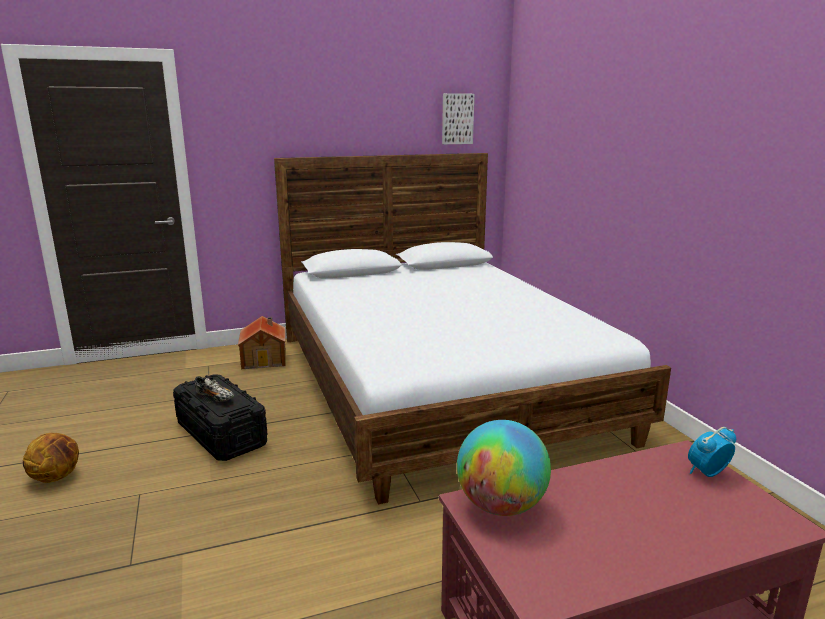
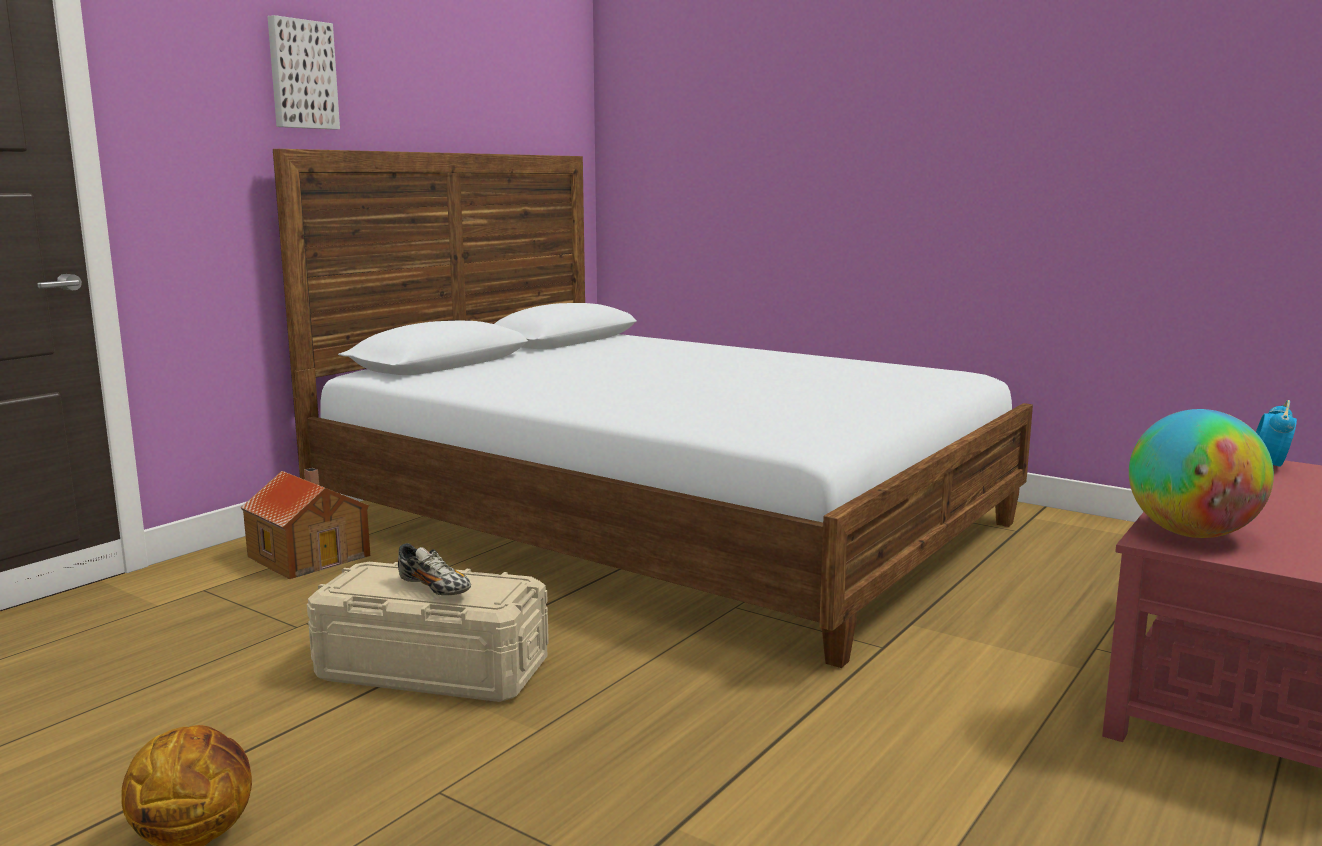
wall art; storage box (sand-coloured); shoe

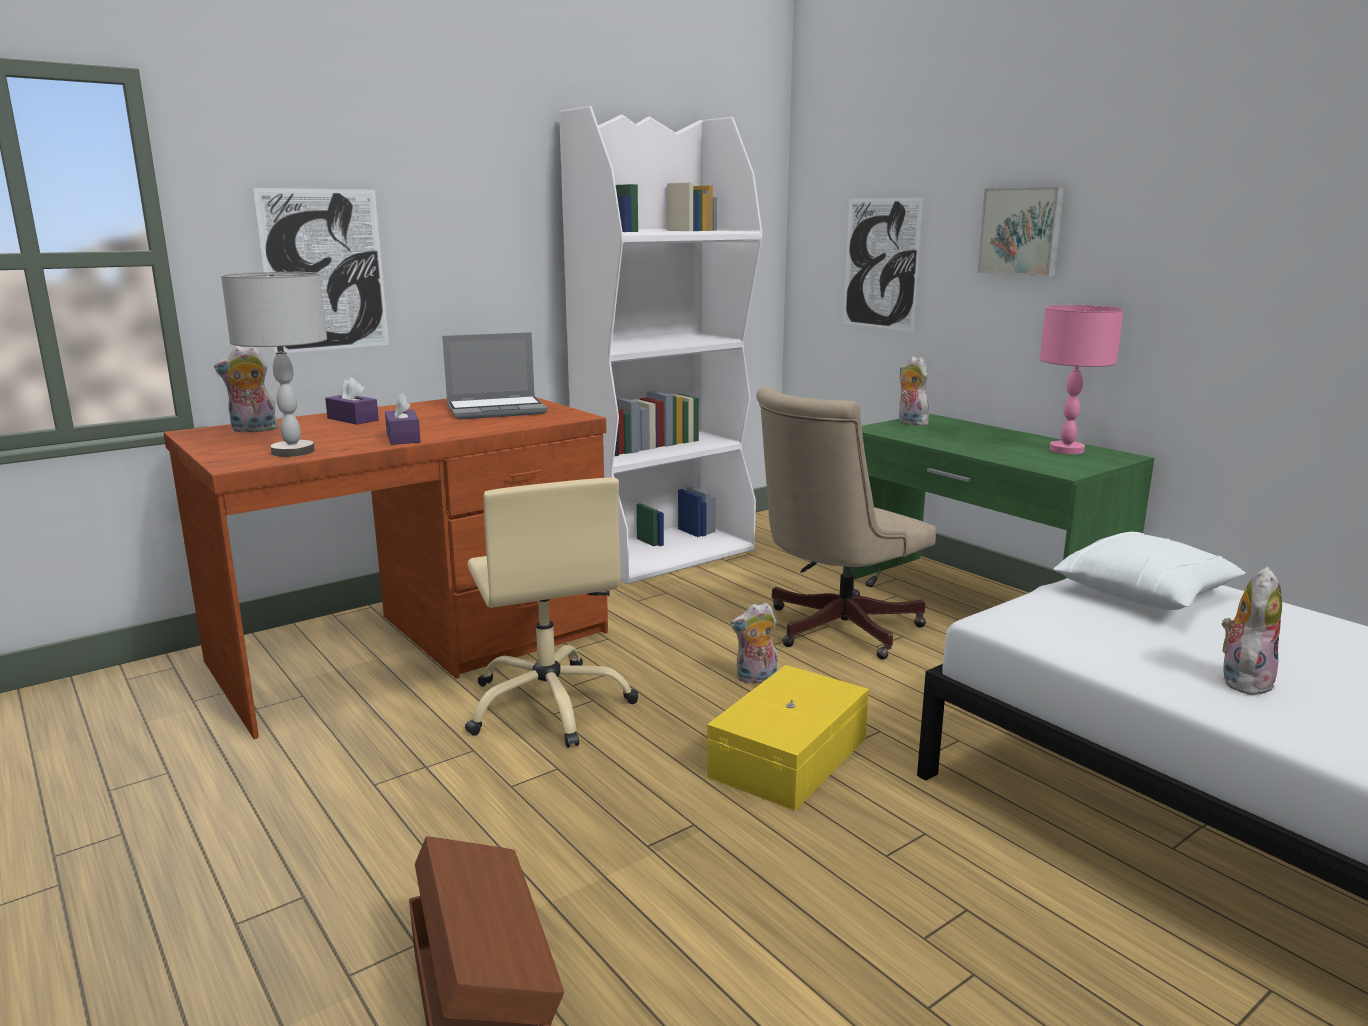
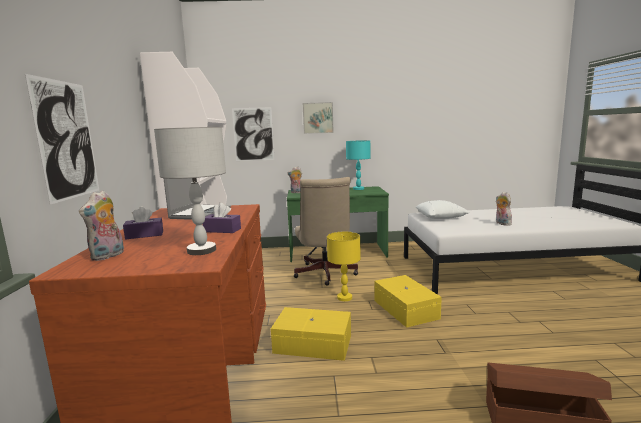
storage box (yellow-coloured) (no. 1 from left); lamp for a table (yellow-coloured); lamp for a table (blue-green)

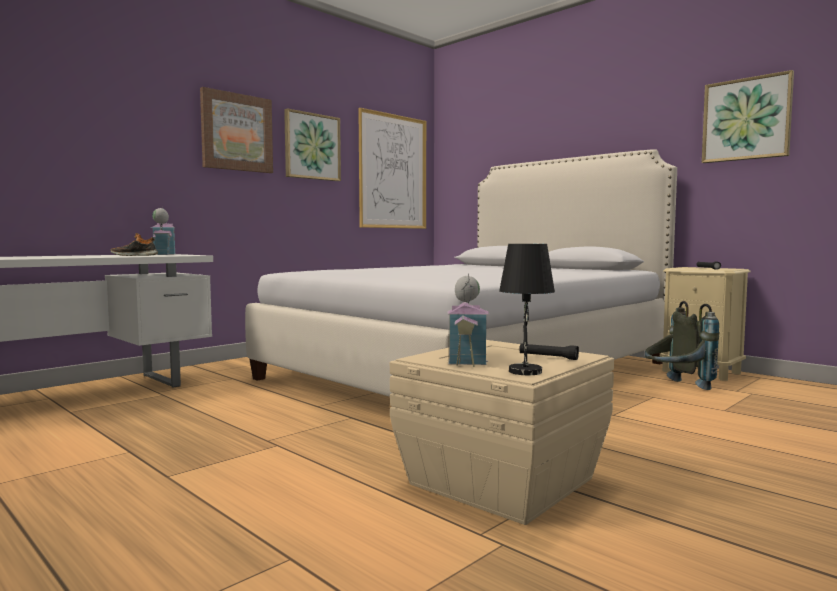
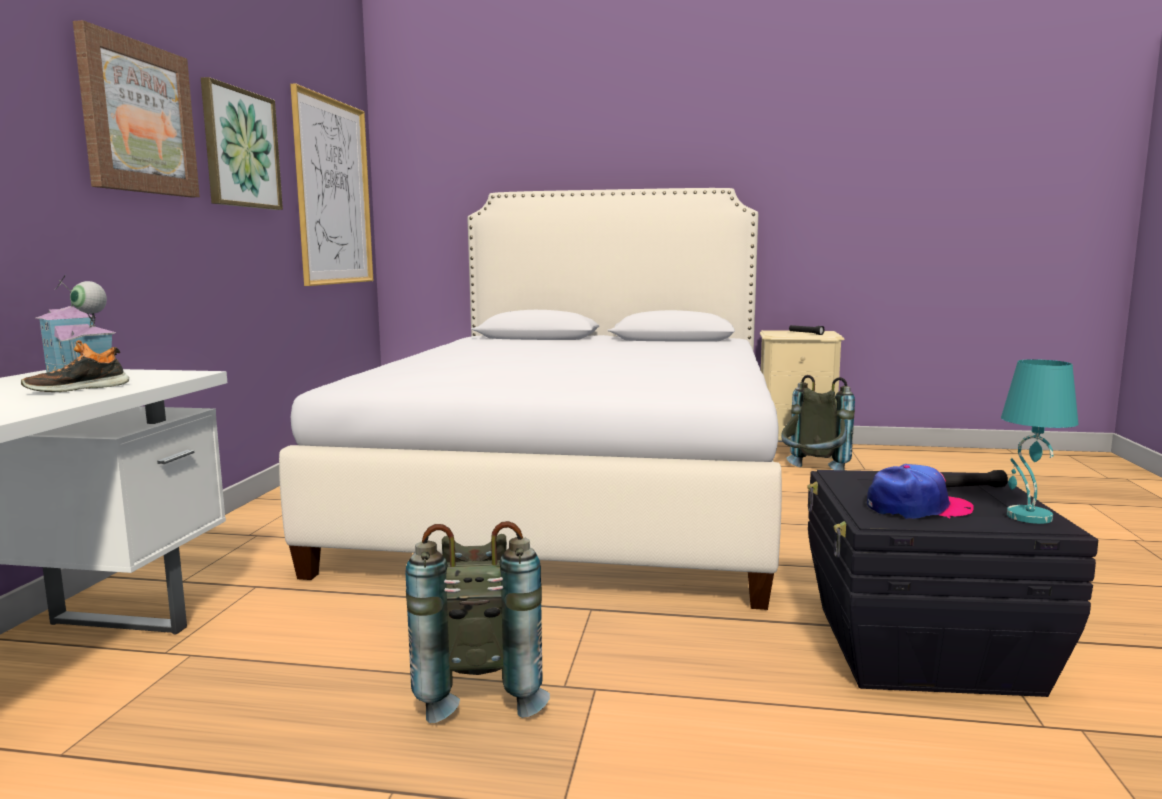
backpack (grey) (no. 1 from left); storage box (blackish); cap; lamp for a table (blue-green); wall art (no. 4 from left in the first image)

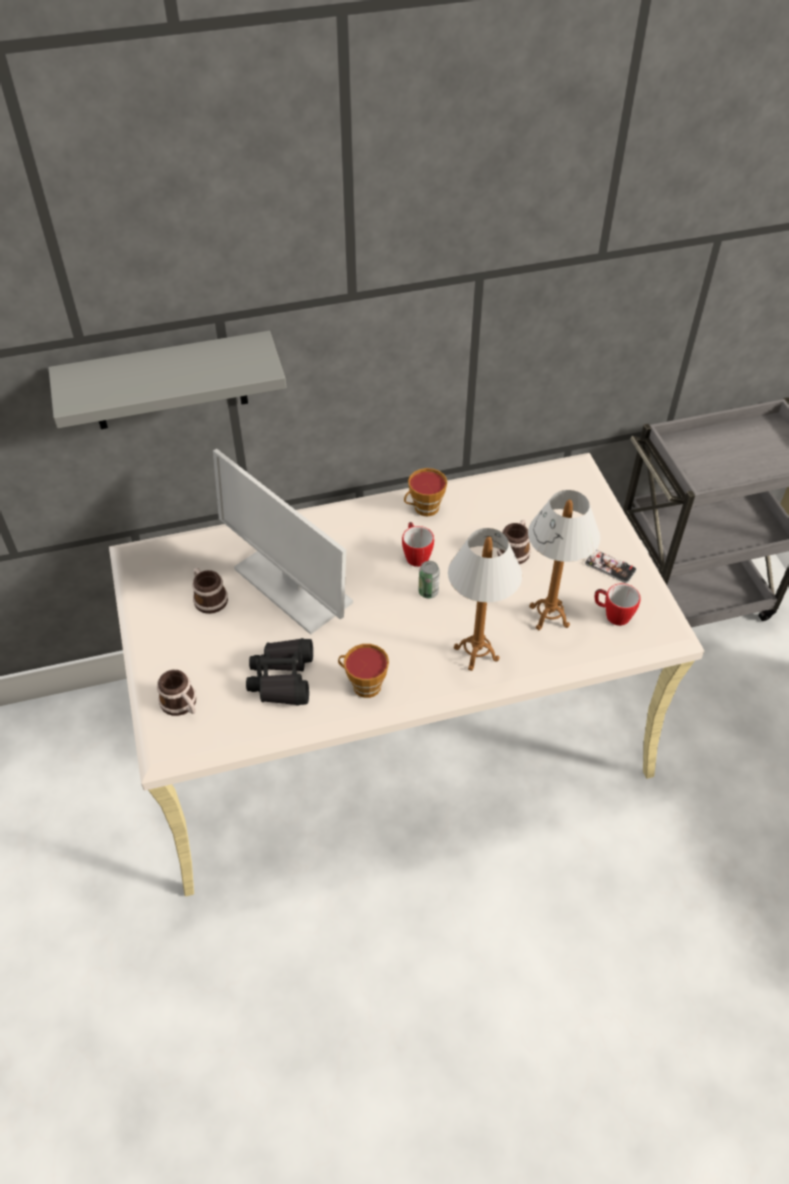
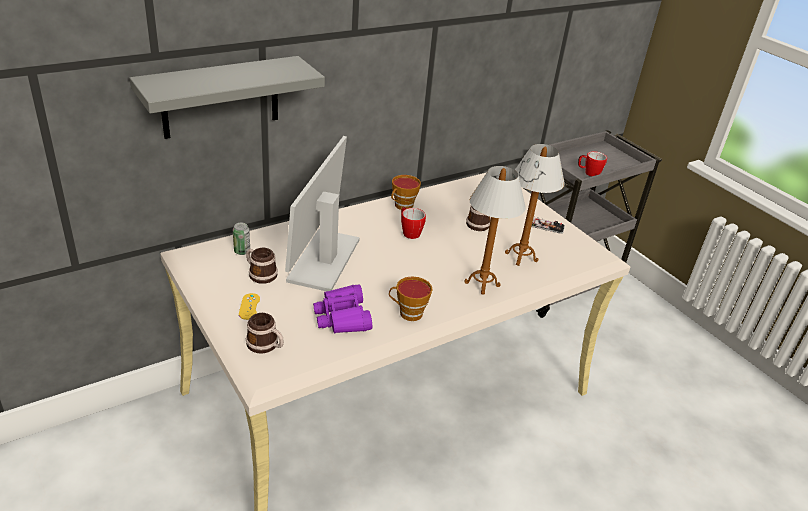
can; gamepad (yellow-coloured); computer display; pair of binoculars (purplish); tea mug (no. 5 from left)

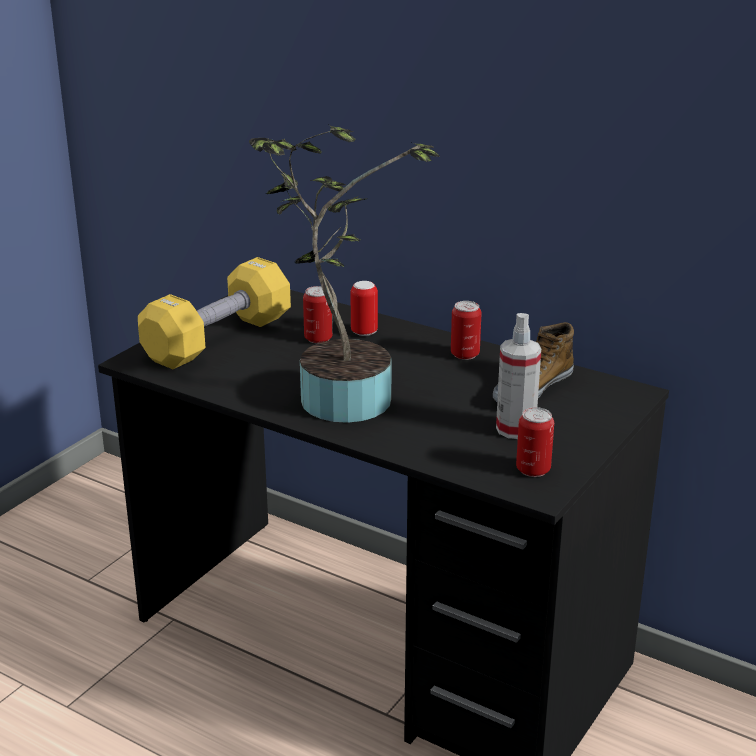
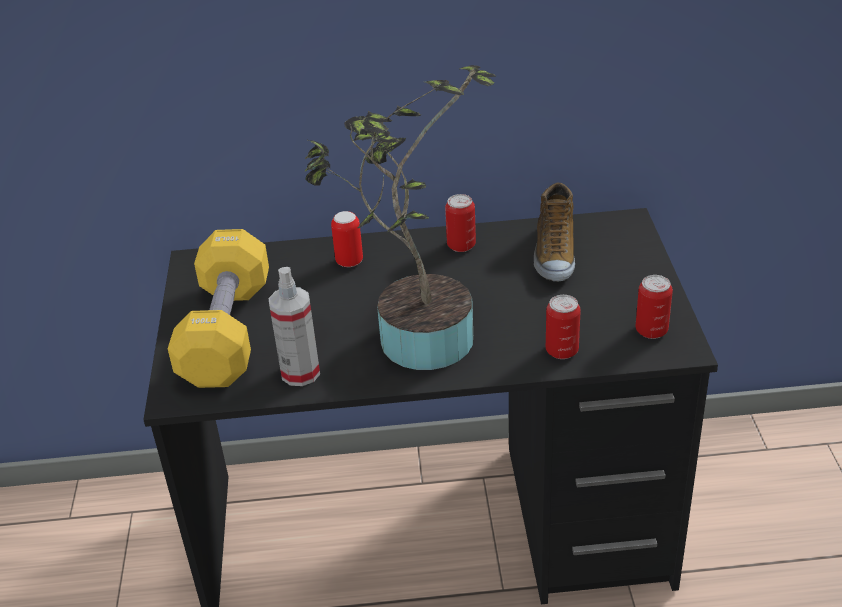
hand sprayer; can (no. 3 from left)

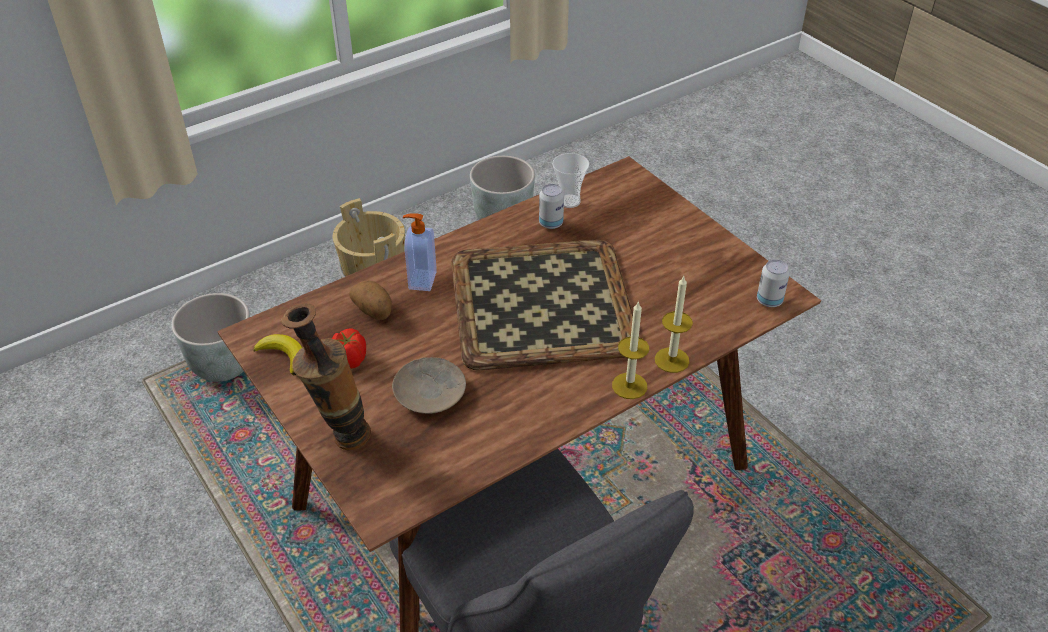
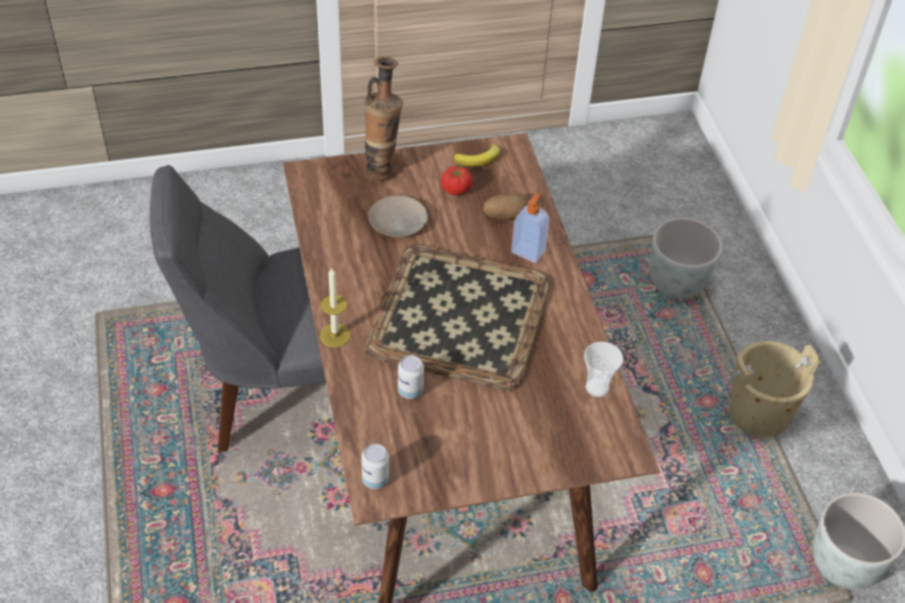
can (no. 2 from left); candle (no. 2 from left in the first image)

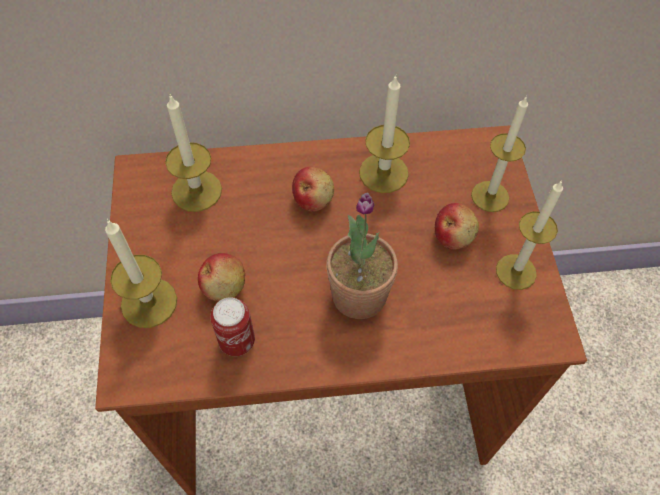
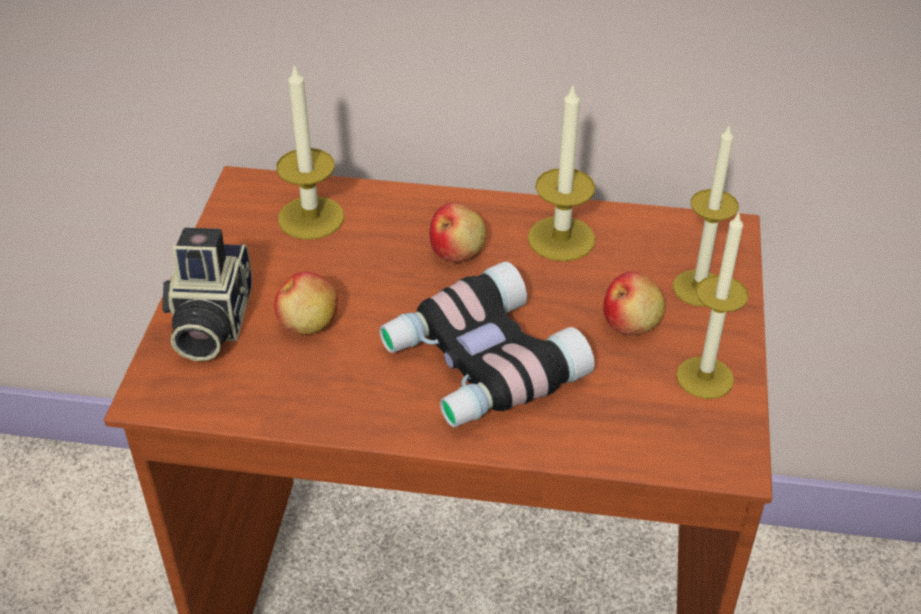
still camera; pair of binoculars; can

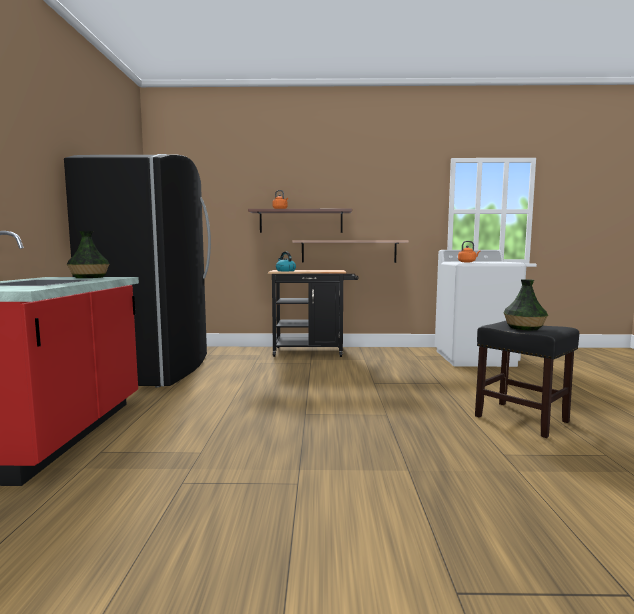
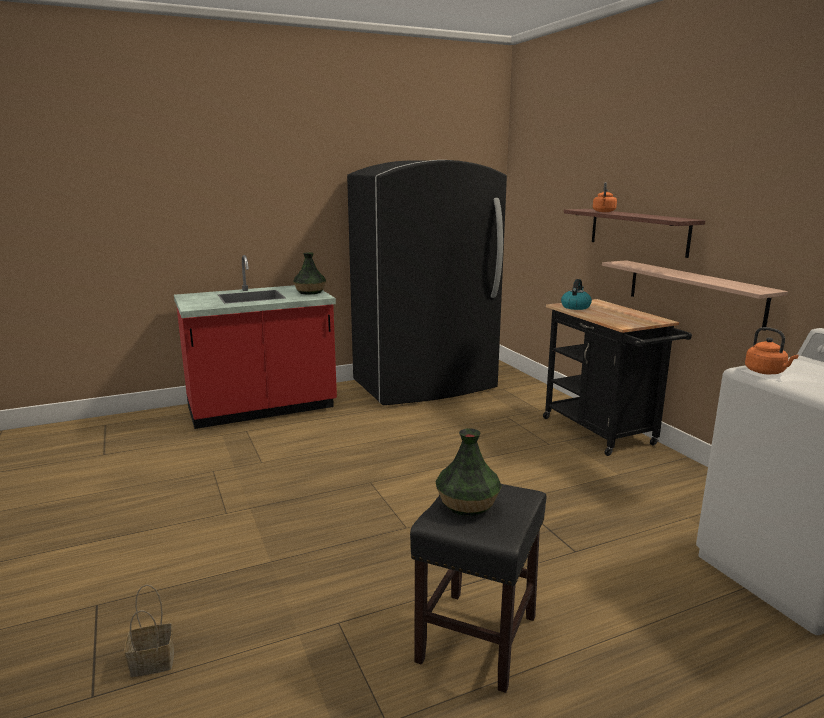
household basket

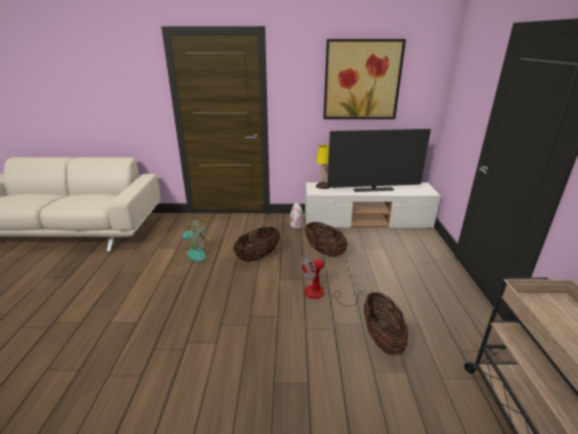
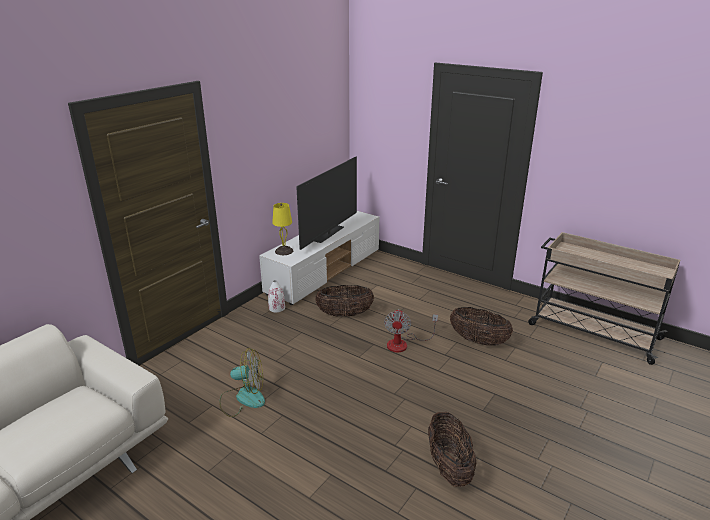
fan (no. 1 from left); household basket (no. 2 from left); wall art

